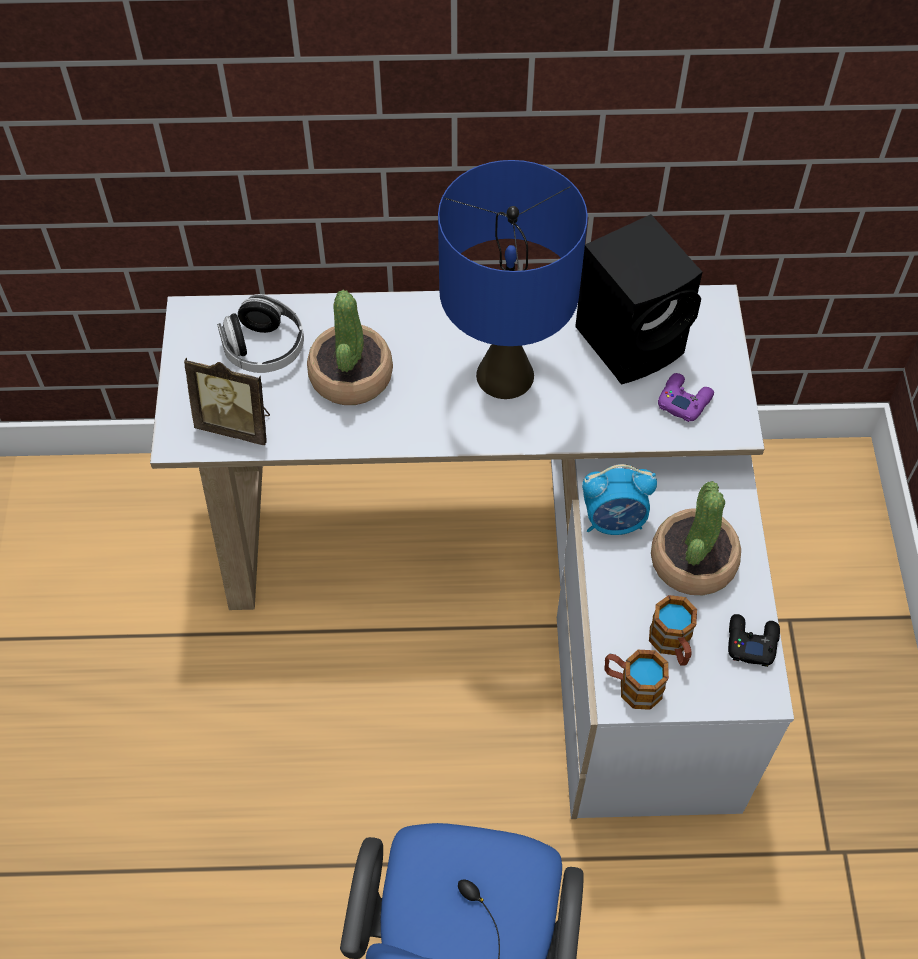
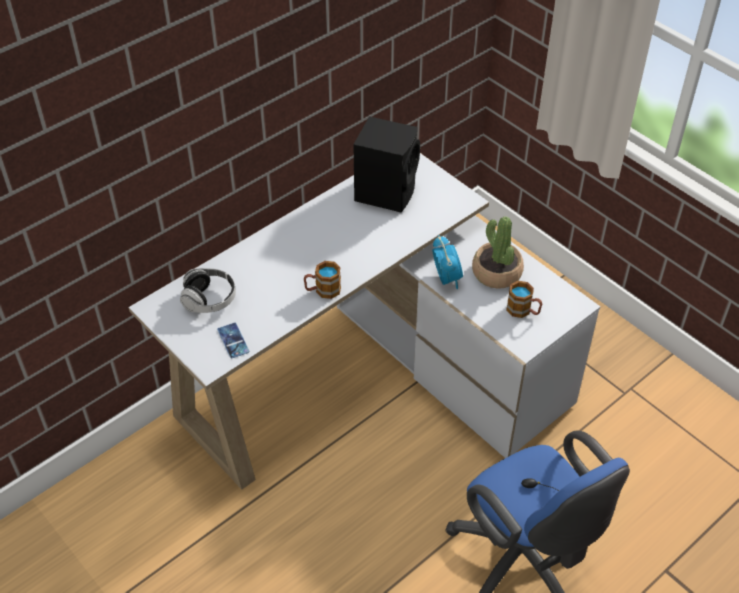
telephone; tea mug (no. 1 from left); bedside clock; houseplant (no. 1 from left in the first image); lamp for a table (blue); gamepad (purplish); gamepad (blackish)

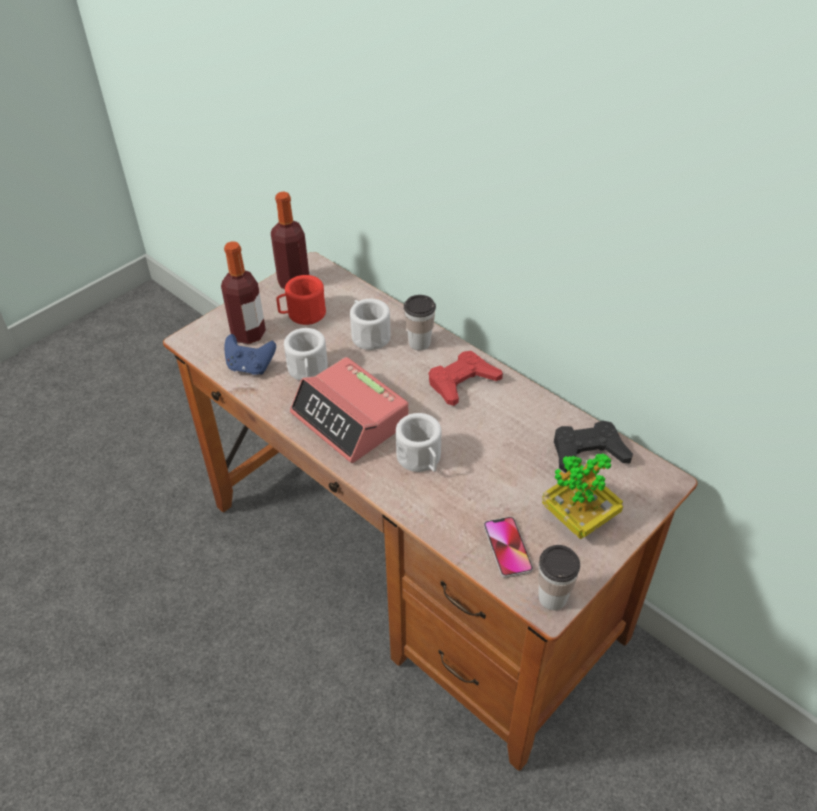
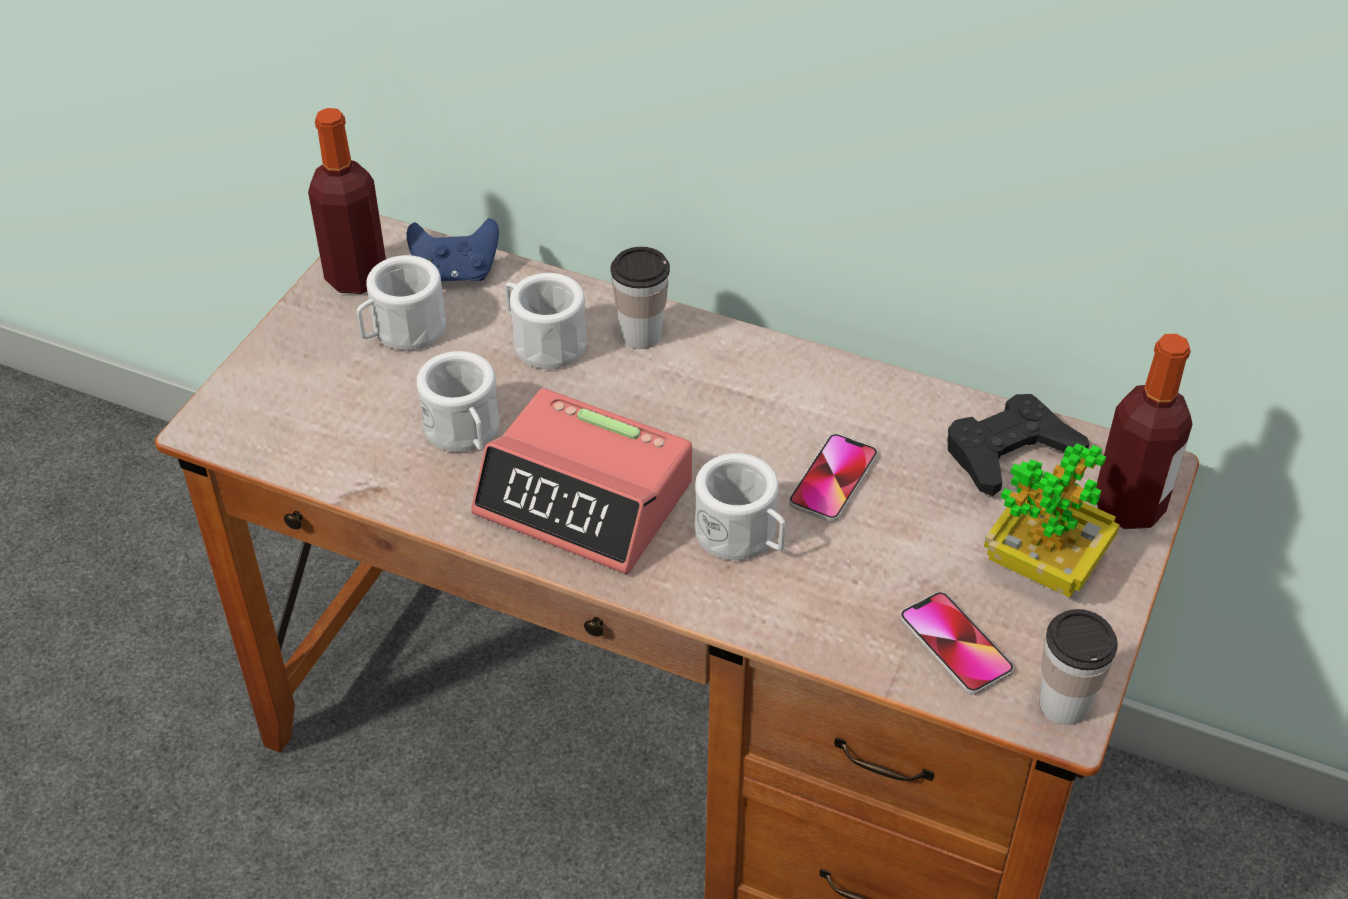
tea mug (whitish) (no. 1 from left); gamepad (blue); telephone (no. 1 from left); beverage bottle (no. 2 from left); gamepad (red-coloured)

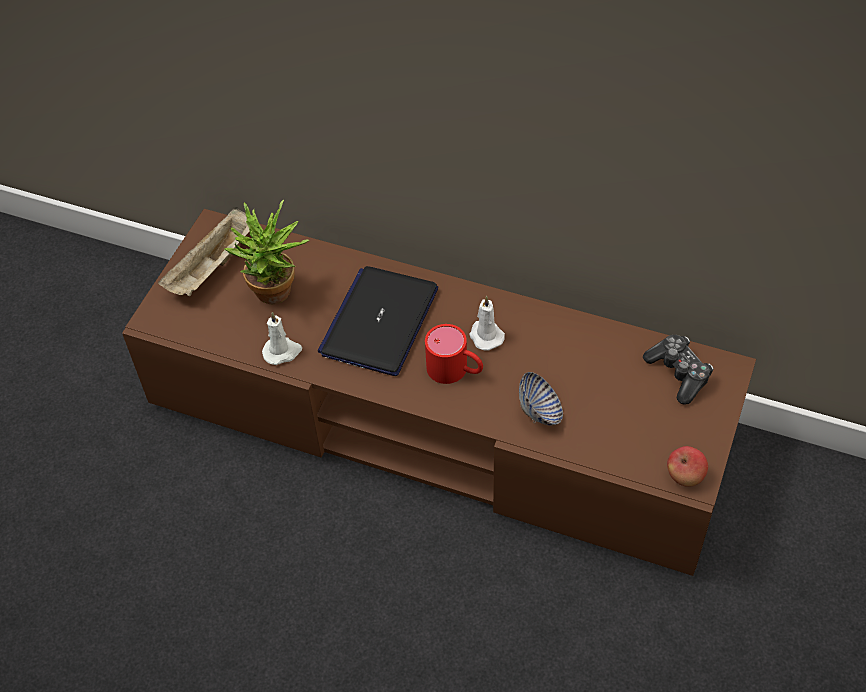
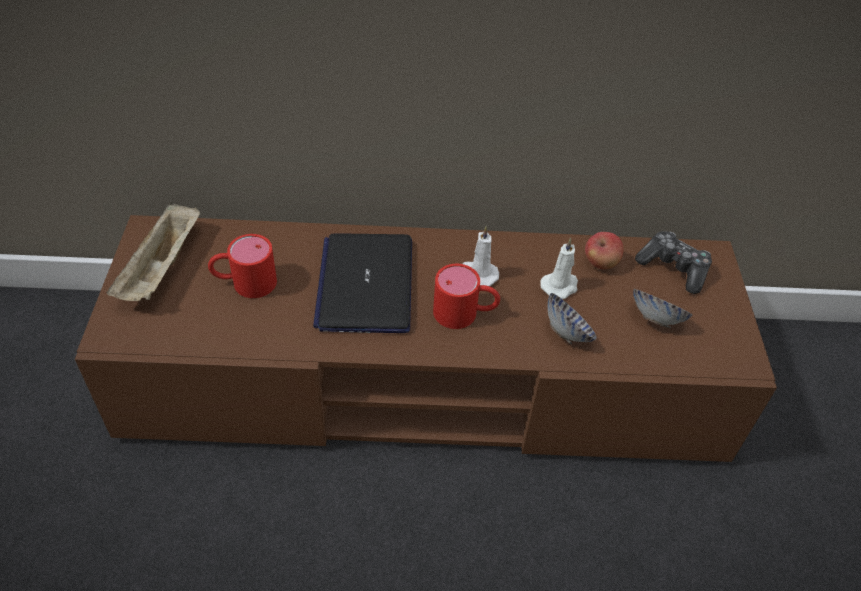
tea mug (red-coloured) (no. 1 from left); candle (whitish) (no. 2 from left); apple; serving bowl (no. 2 from left)

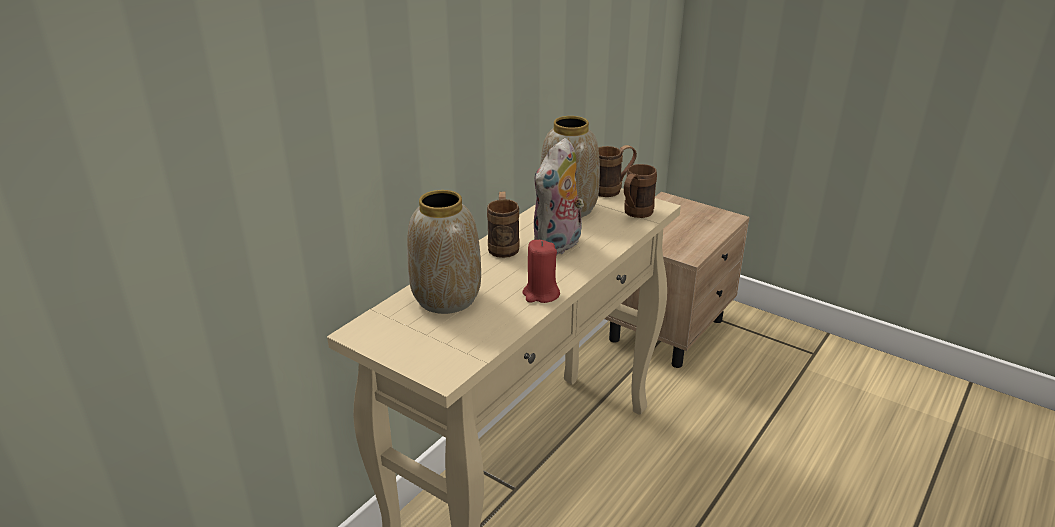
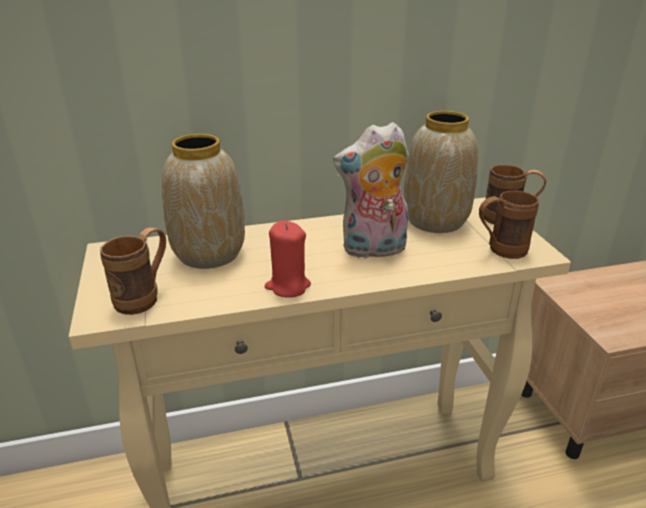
tea mug (brown-coloured) (no. 1 from left)

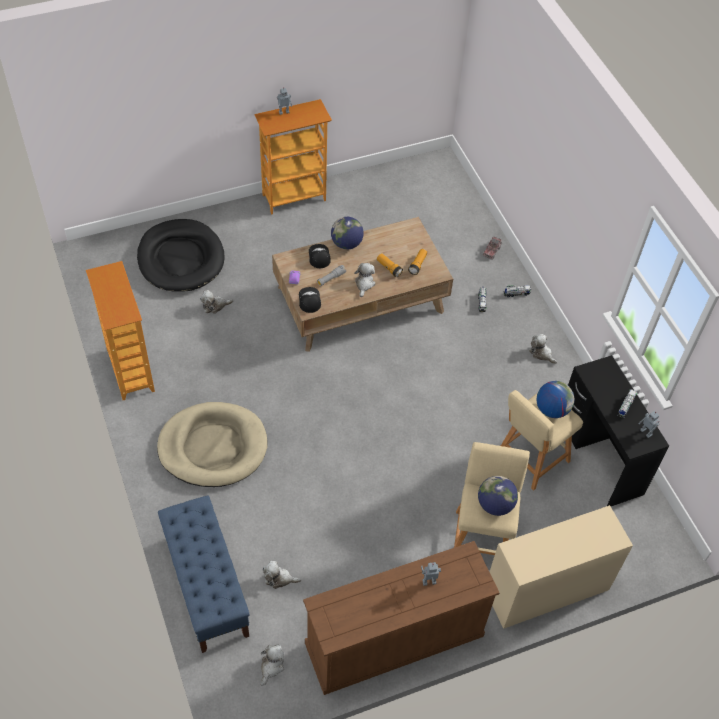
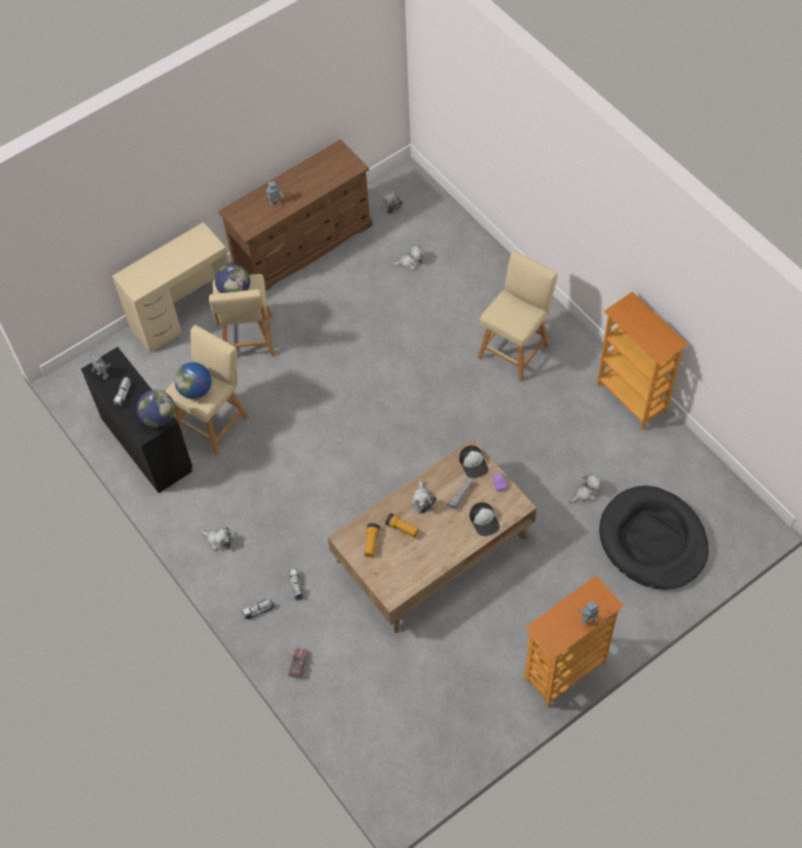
desk globe (no. 1 from left); stool seat (sand-coloured) (no. 3 from left); long seat (blue)

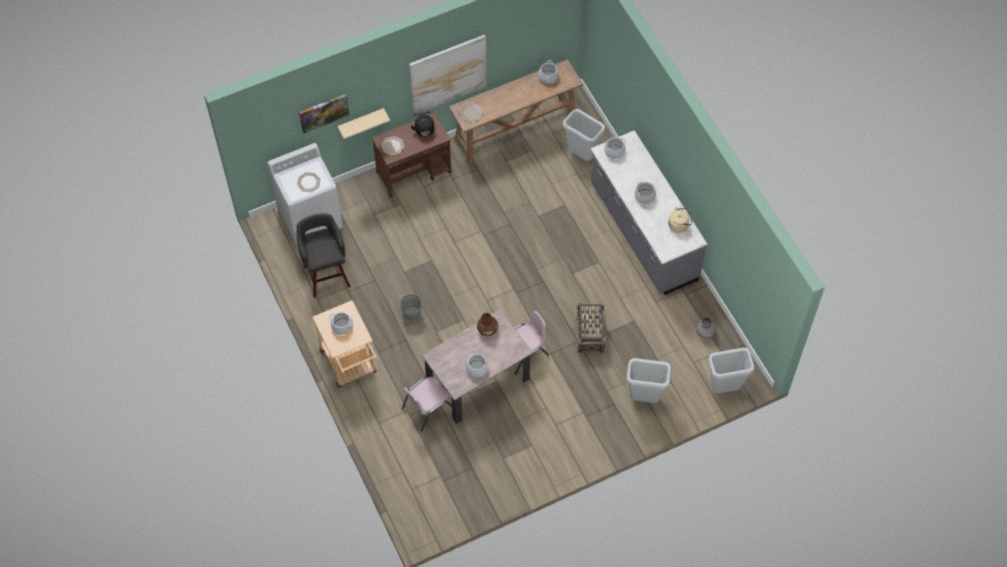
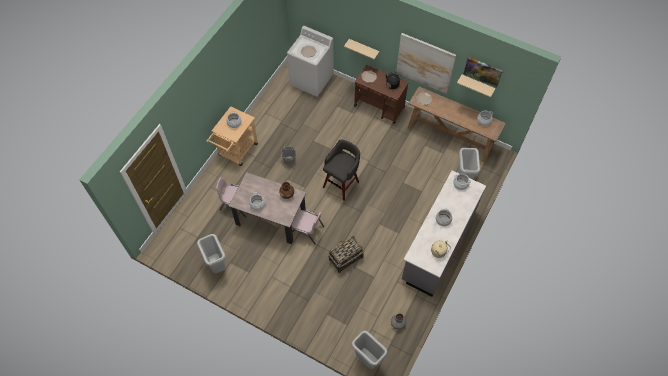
waste bin (grey) (no. 1 from left); stool seat (grey); shelf (sand-coloured) (no. 2 from left); wall art (no. 2 from left)

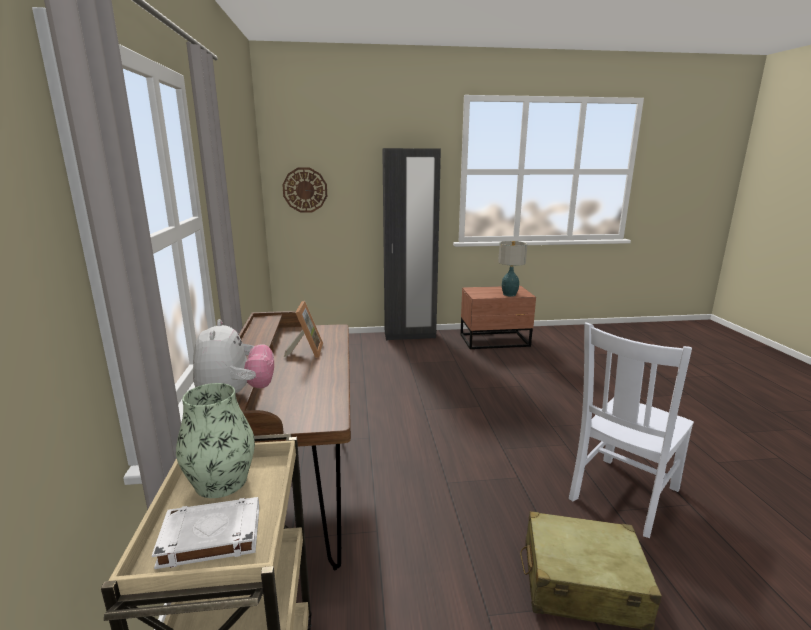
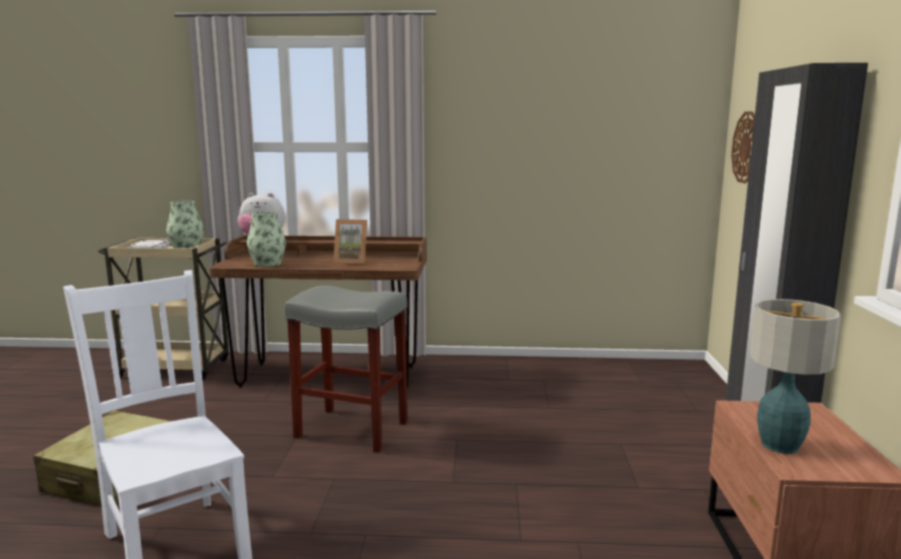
decorative vase (no. 2 from left); stool seat (grey)

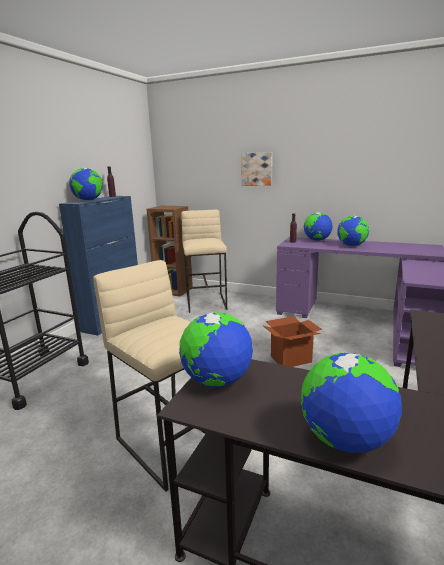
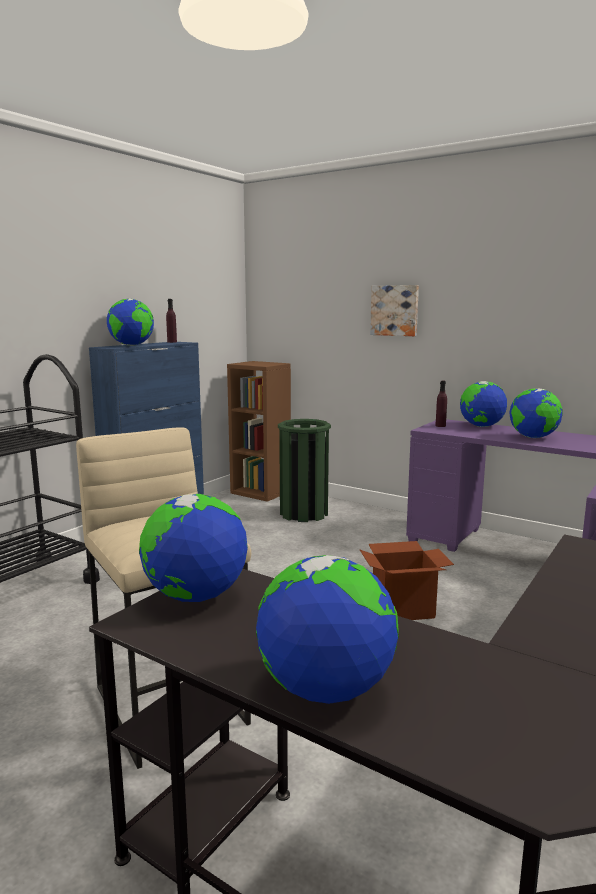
waste bin (greenish)

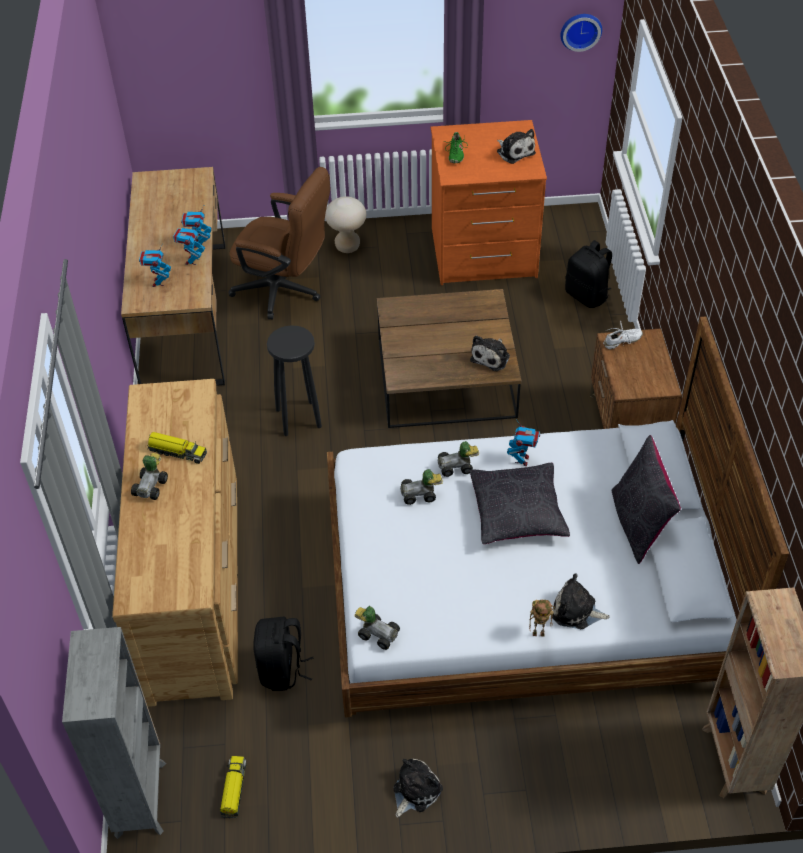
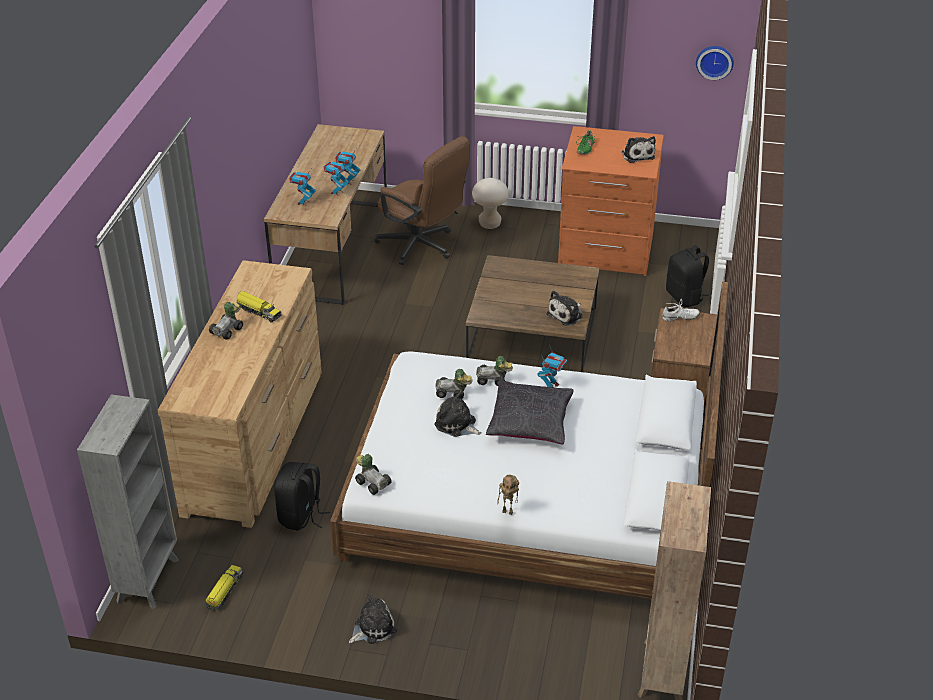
cuddly toy (no. 2 from left); stool seat (blackish); pillow (blackish) (no. 2 from left in the first image)

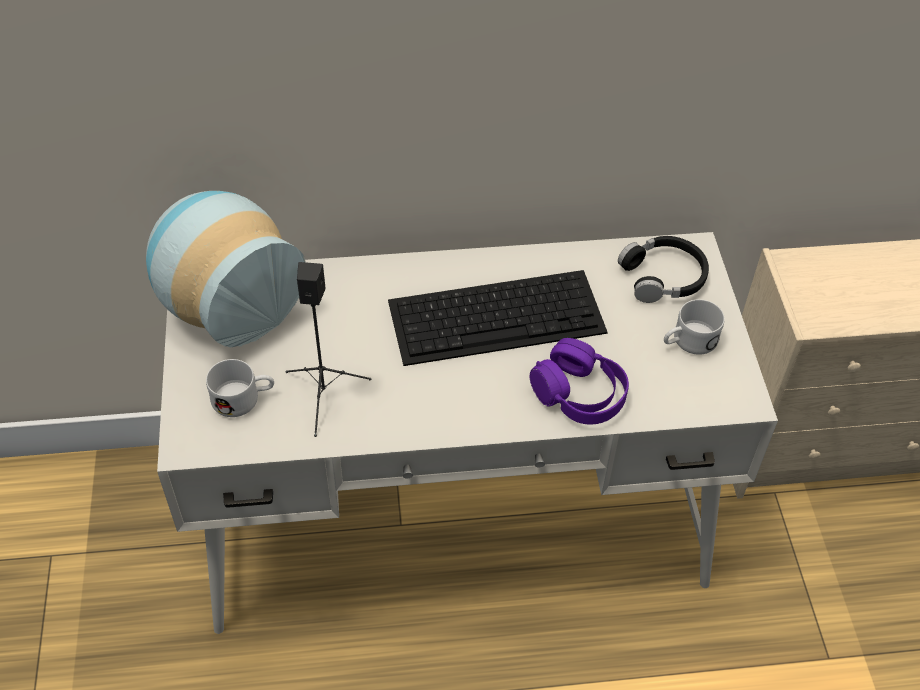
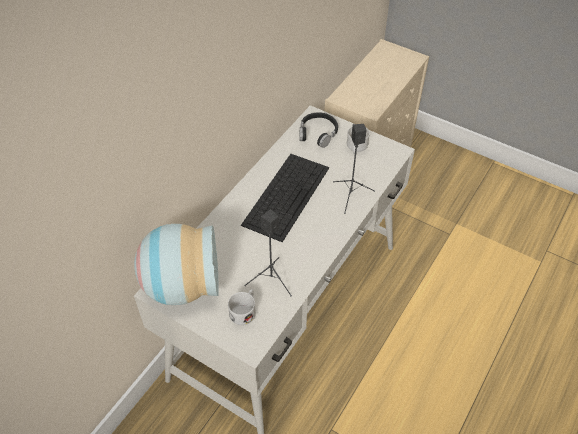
audio speaker (blackish) (no. 2 from left)

